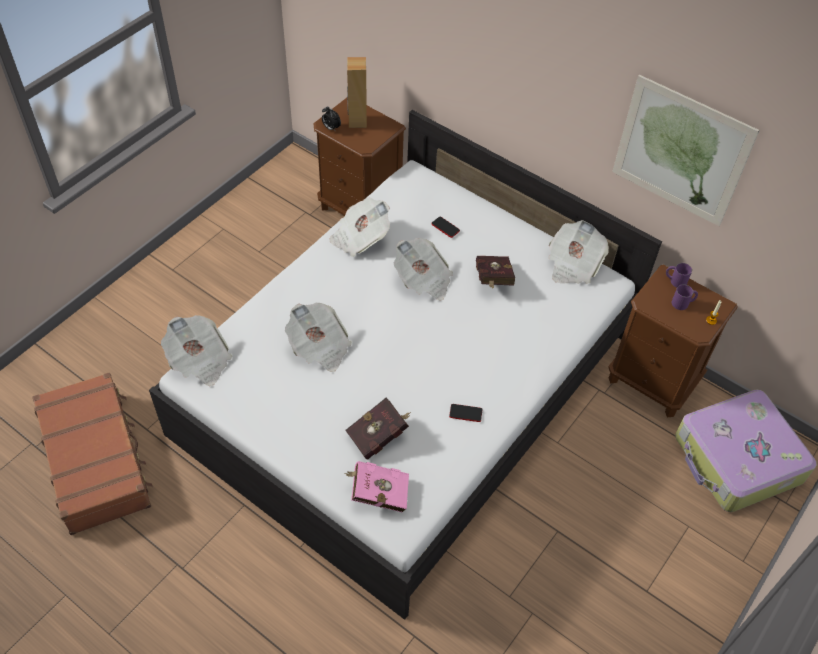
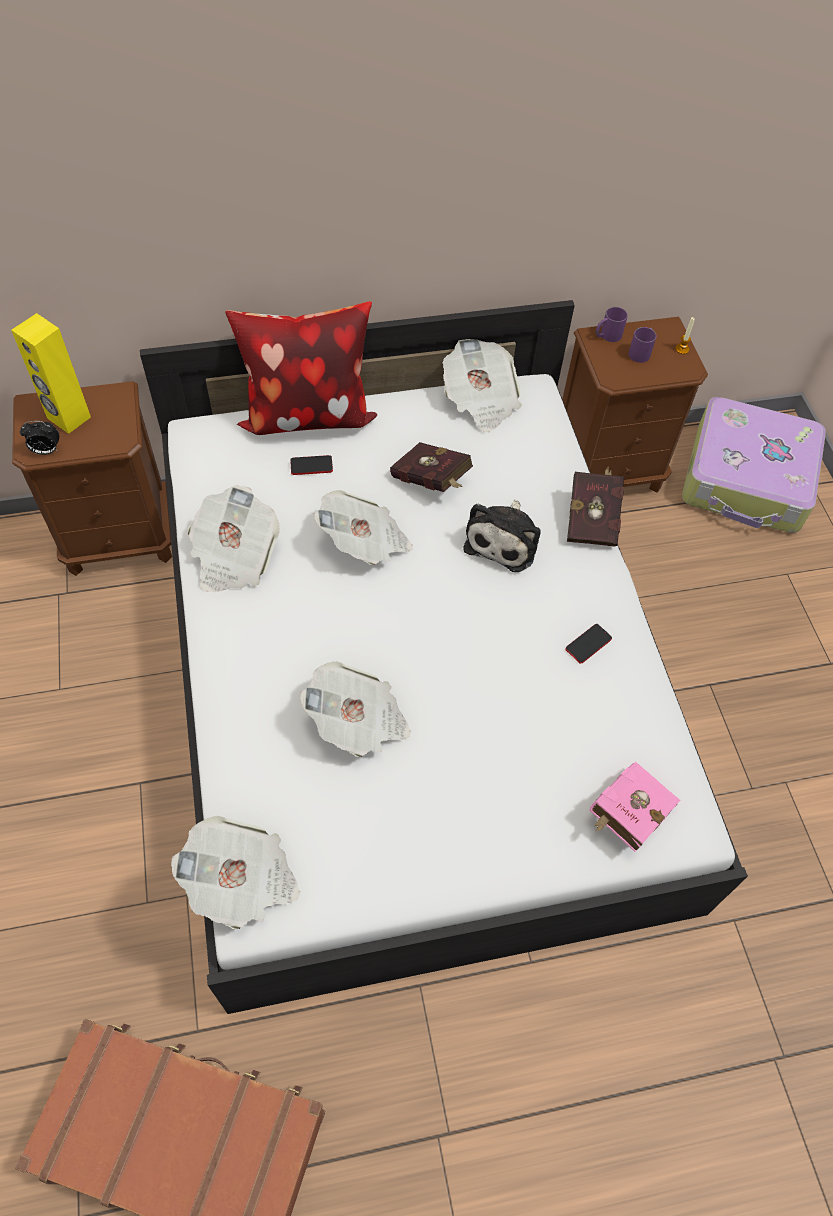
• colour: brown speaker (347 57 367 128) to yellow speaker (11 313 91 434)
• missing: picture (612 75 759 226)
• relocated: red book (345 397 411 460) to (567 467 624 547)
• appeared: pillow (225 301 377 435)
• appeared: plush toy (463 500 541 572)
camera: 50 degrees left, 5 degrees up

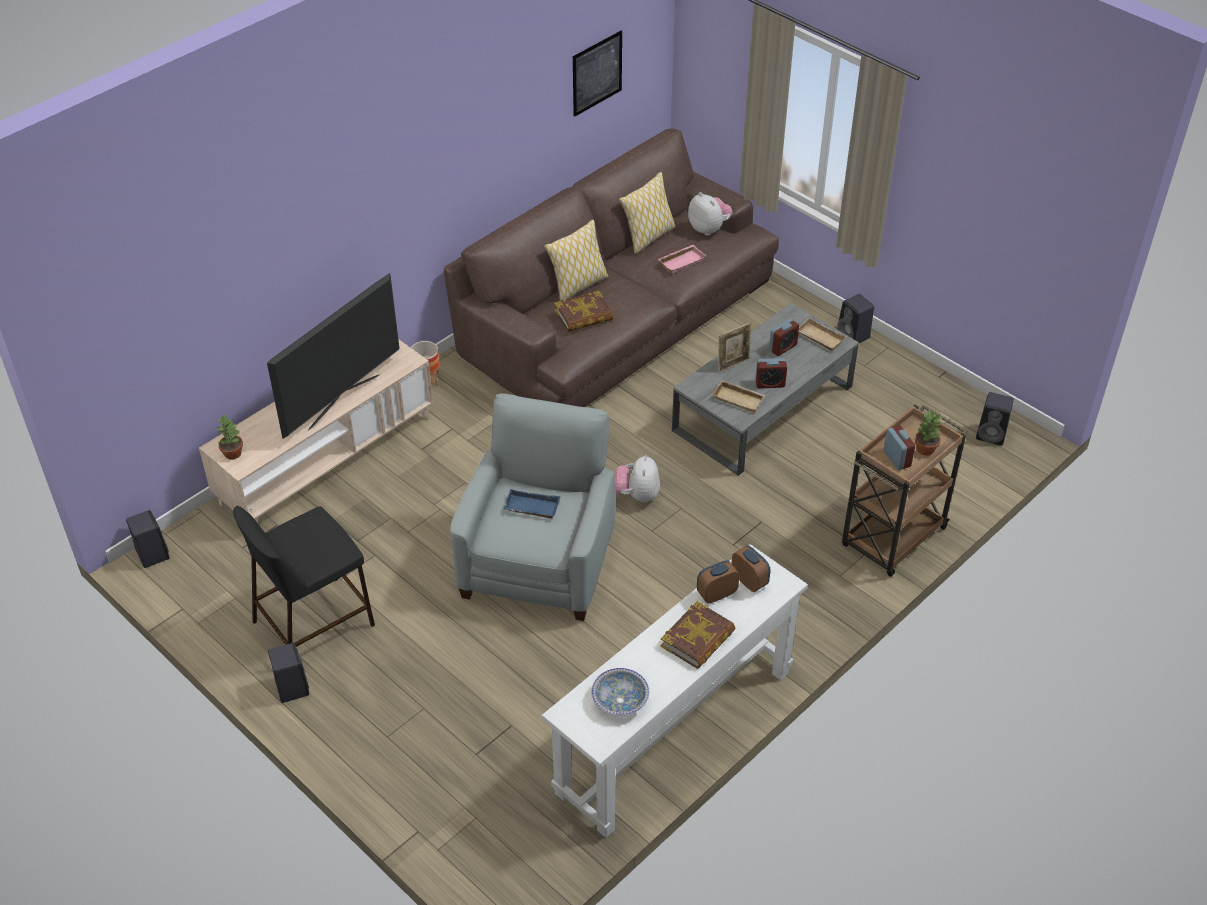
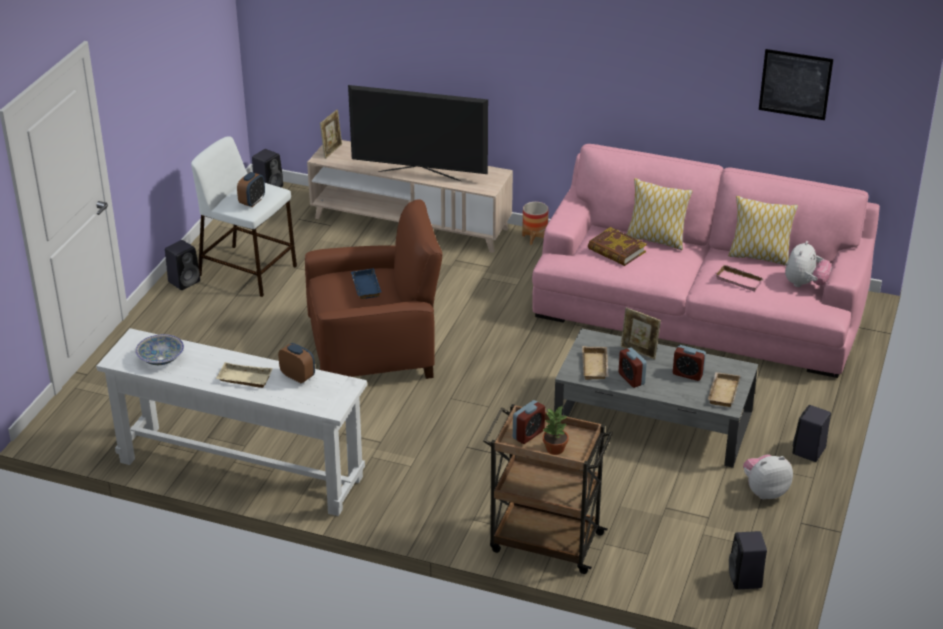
• colour: brown sofa (444 128 779 407) to pink sofa (532 144 880 378)
• colour: grey armchair (450 393 616 621) to brown armchair (305 199 442 379)
• exchanged: potted plant (216 415 243 460) to picture frame (320 109 342 159)
• relocated: plush toy (614 455 660 502) to (743 454 793 499)
• colour: black stool (233 506 375 647) to white stool (191 136 297 297)
• relocated: alarm clock (731 545 770 592) to (237 172 265 207)
• exchanged: book (660 601 736 669) to beige tray (216 362 273 388)
camera: 65 degrees right, 10 degrees down

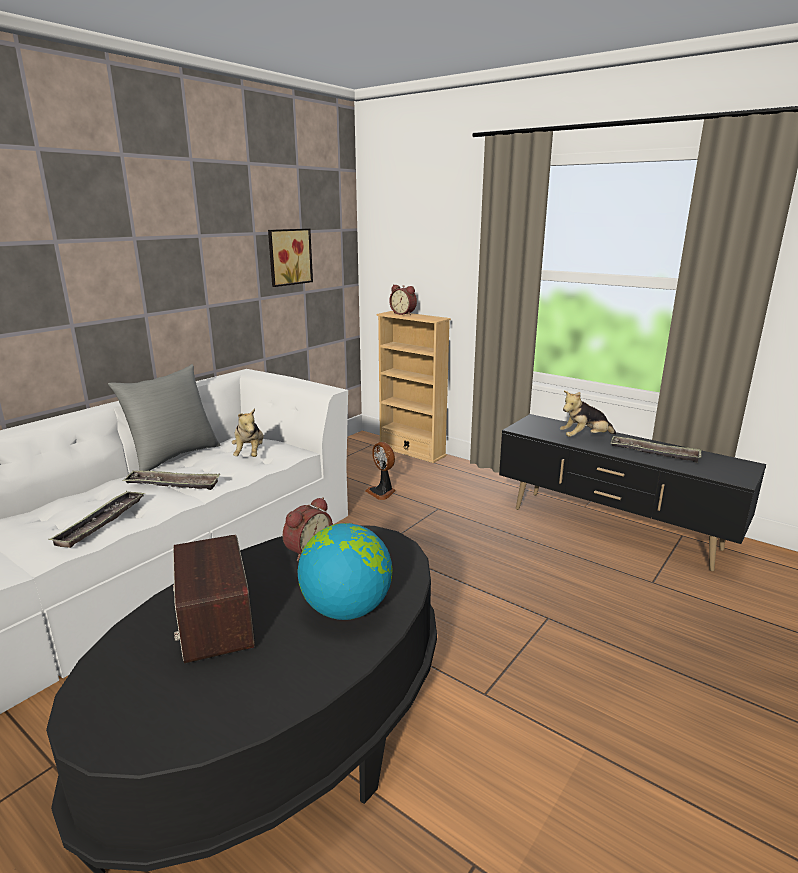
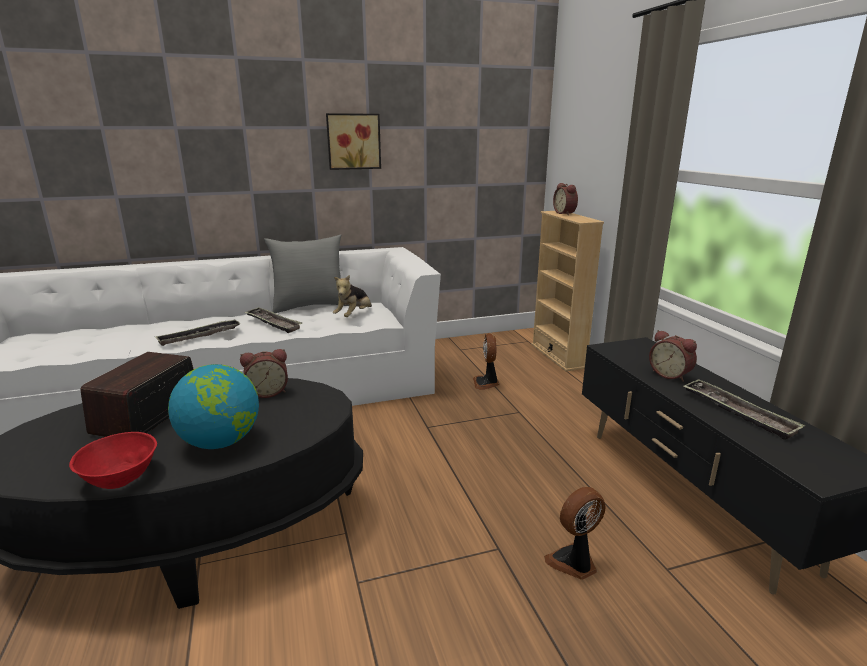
• relocated: picture (268 229 313 287) to (326 113 381 170)
• exchanged: plush toy (560 391 616 437) to alarm clock (649 330 697 382)
• appeared: red bowl (69 432 157 489)
• appeared: fan (544 487 606 580)
camera: 35 degrees right, 0 degrees up

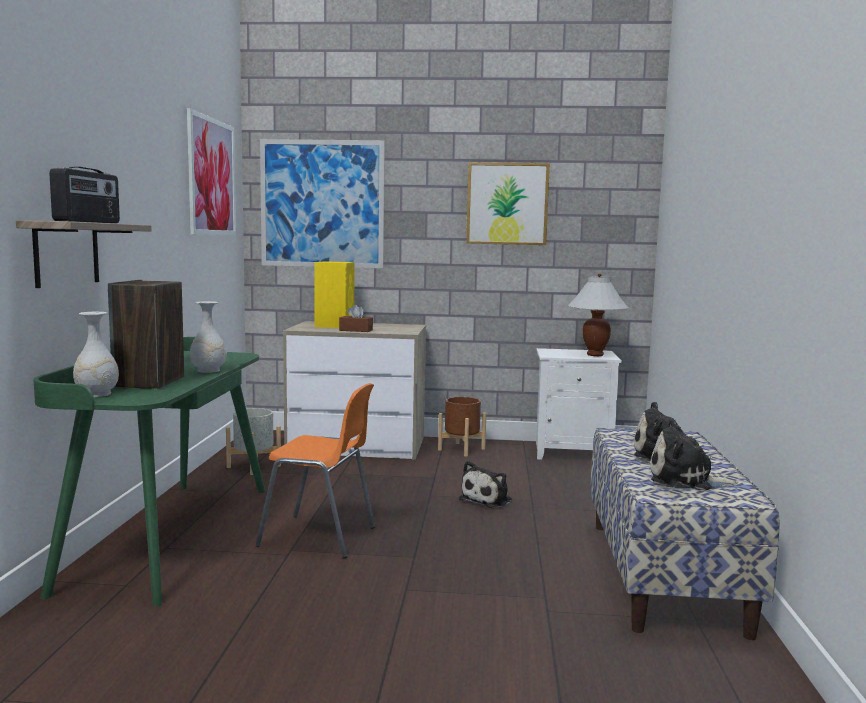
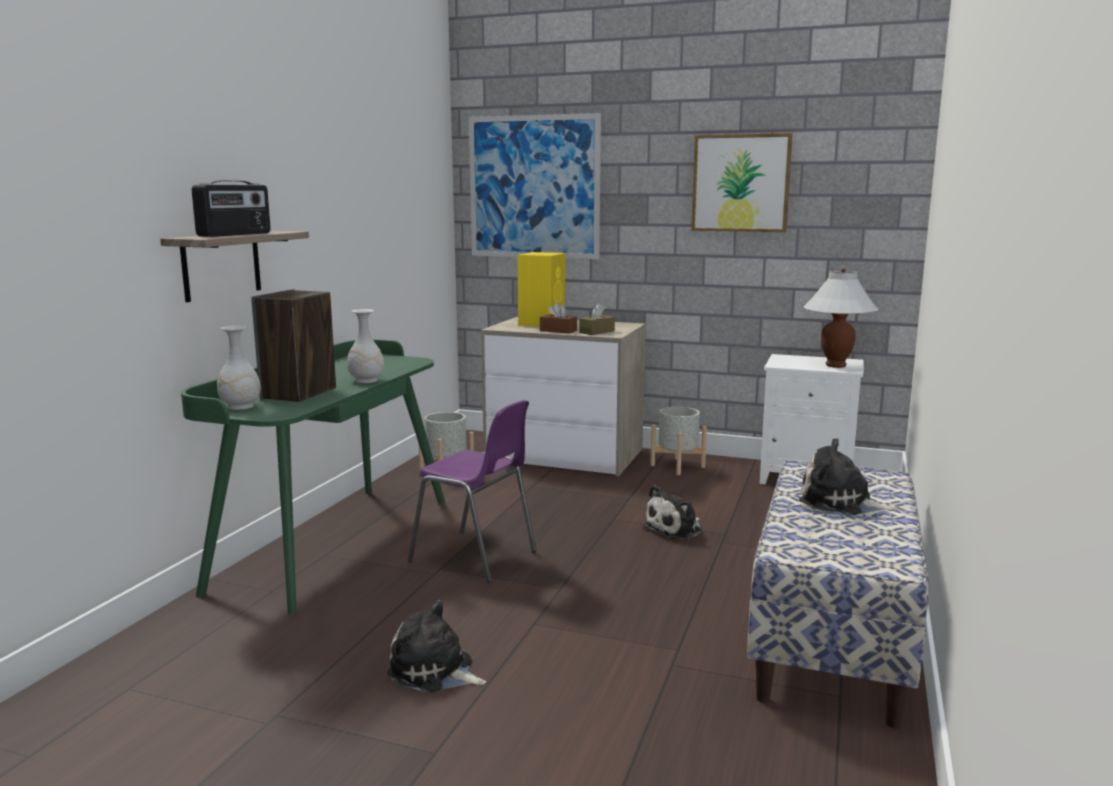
• missing: picture (187 108 236 236)
• colour: orange chair (255 383 375 558) to purple chair (408 400 536 583)
• colour: brown planter (438 397 486 457) to grey planter (650 407 707 475)
• relocated: plush toy (650 419 738 491) to (387 600 486 693)
• appeared: brown tissue box (579 303 615 335)
camera: 15 degrees right, 5 degrees up

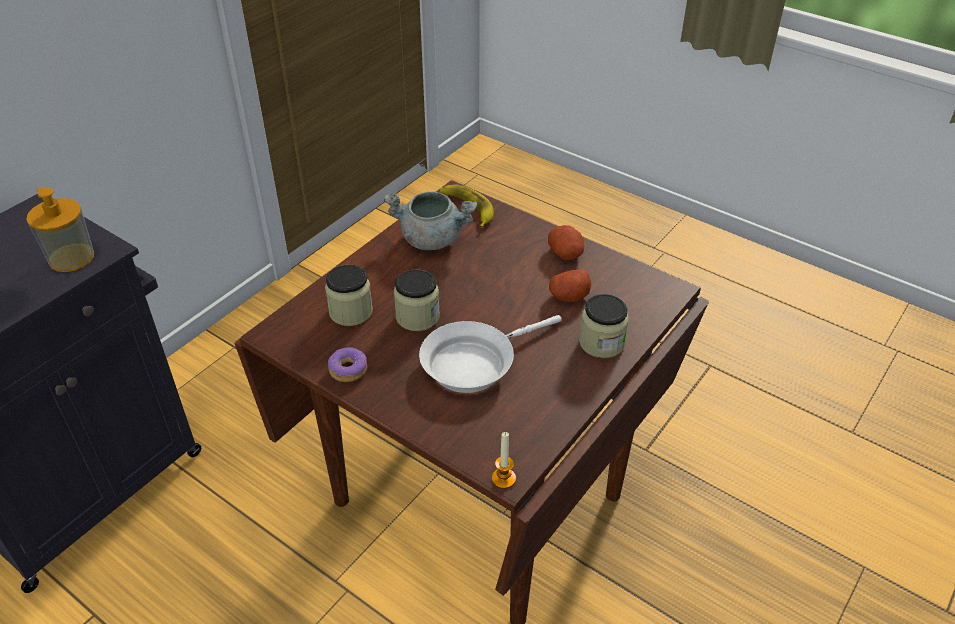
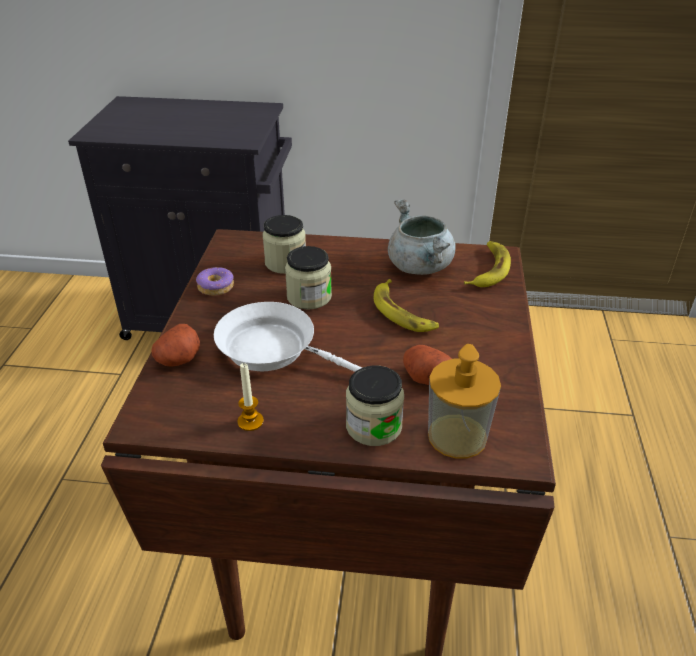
• relocated: soap dispenser (26 188 94 272) to (428 344 501 459)
• relocated: potato (548 225 584 260) to (151 324 200 367)
• relocated: candle (492 432 516 489) to (237 363 264 431)
• appeared: banana (374 279 439 332)
camera: 60 degrees right, 5 degrees down

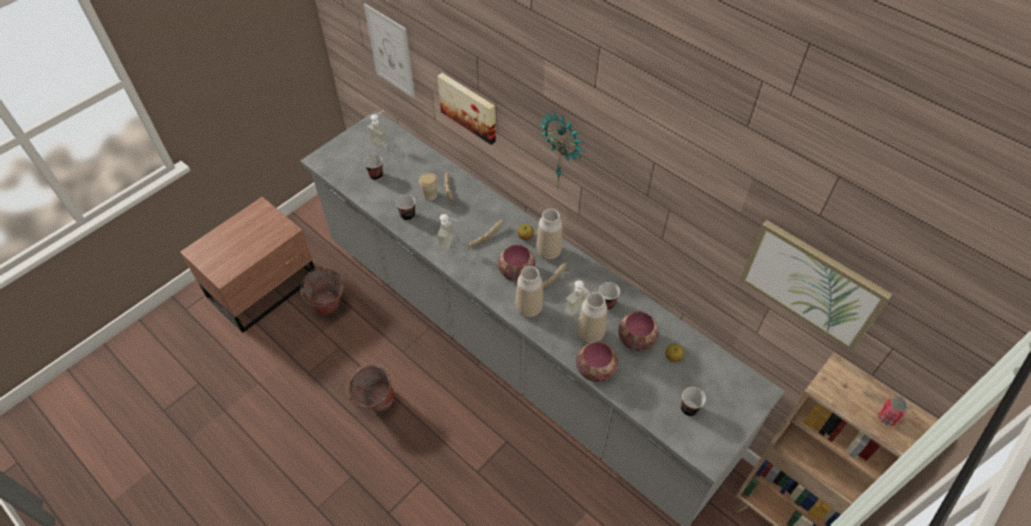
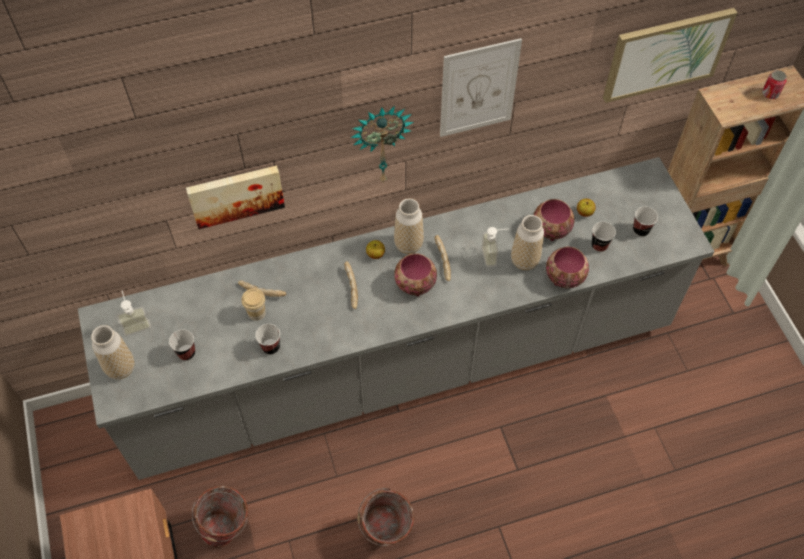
• relocated: picture (364 4 415 99) to (440 38 522 137)
• missing: soap dispenser (437 214 458 251)
• relocated: vase (515 266 543 317) to (91 325 134 379)
• relocated: cup (599 282 620 310) to (592 222 616 252)
camera: 60 degrees left, 5 degrees up

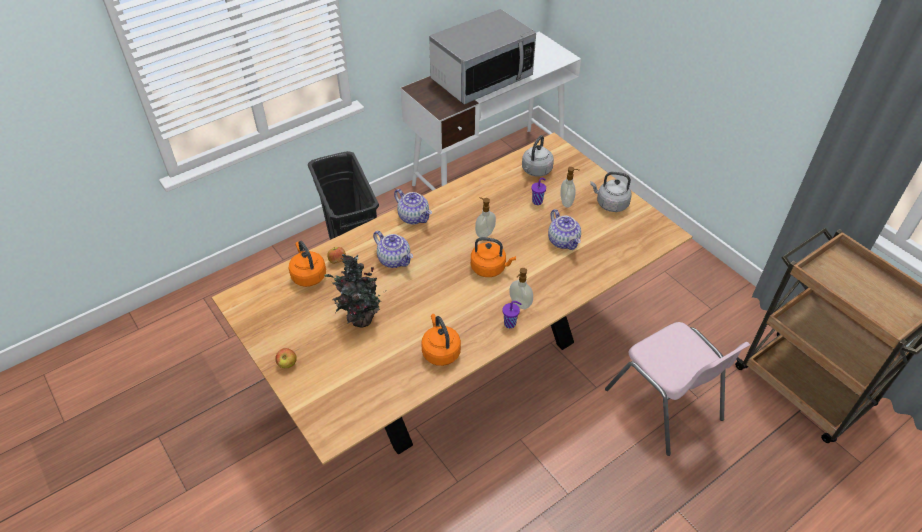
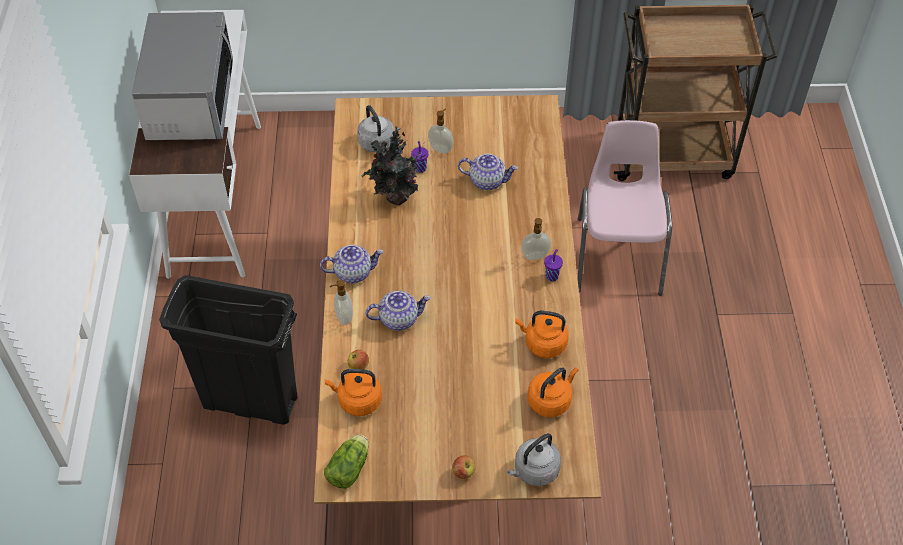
• relocated: grey kettle (590 172 632 212) to (507 433 561 486)
• relocated: soap dispenser (475 197 496 238) to (330 280 353 325)
• relocated: orange kettle (471 237 516 277) to (528 367 578 417)
• relocated: potted plant (324 254 381 327) to (361 126 425 205)
• spun: pink chair (605 322 750 456) = (577 120 672 295) 90 degrees counterclockwise
• appeared: lettuce (324 435 369 489)
camera: 55 degrees left, 5 degrees up

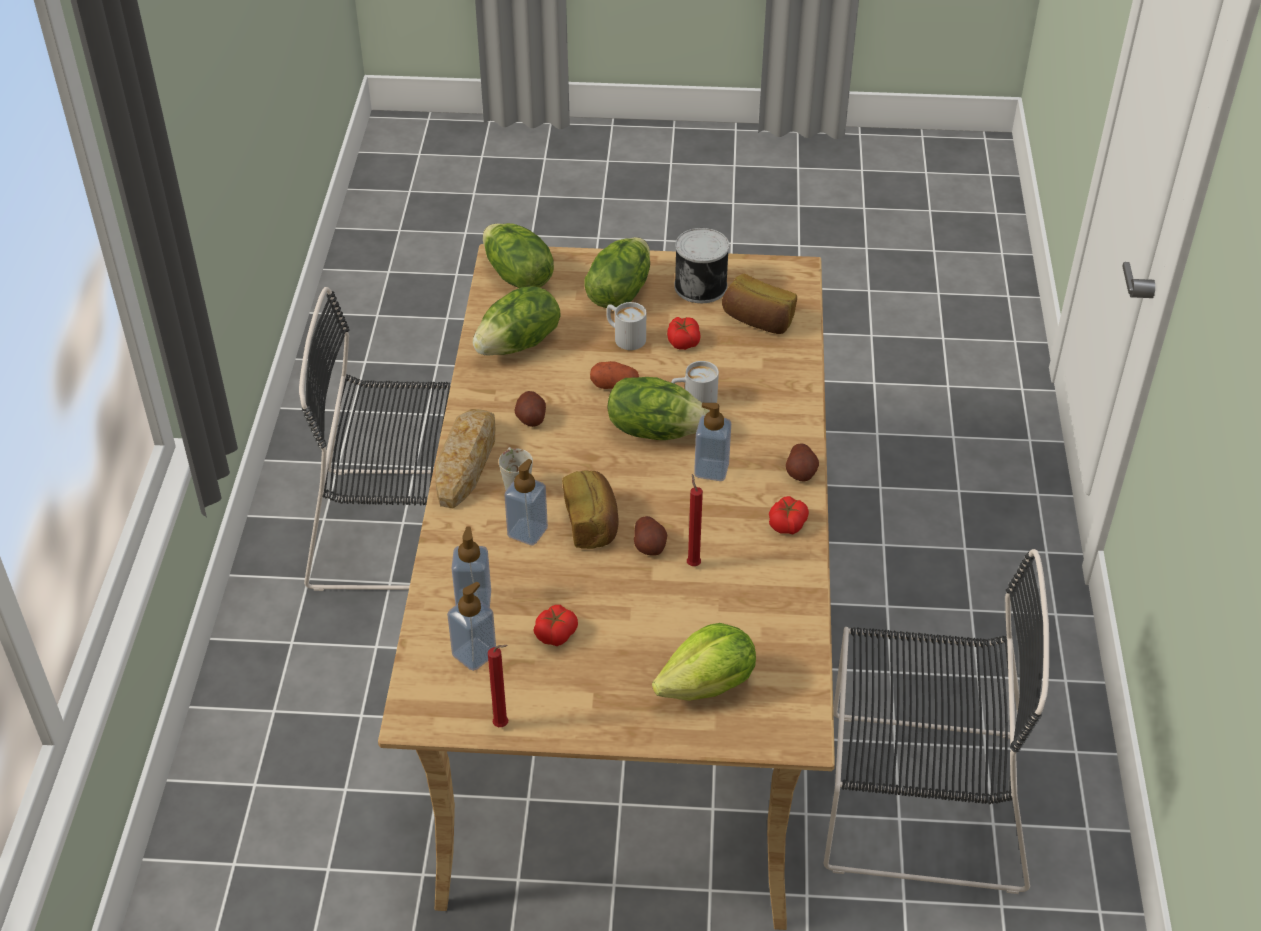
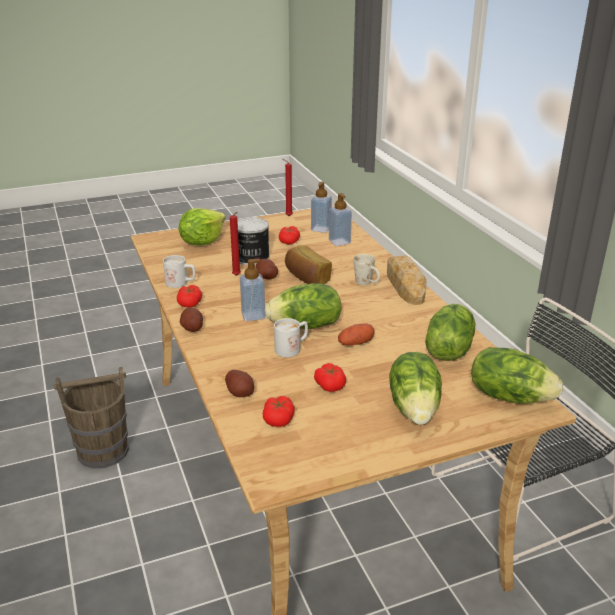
• relocated: can (674 228 729 303) to (237 217 270 265)
• exchanged: bread (722 274 797 334) to tomato (263 396 295 427)
• relocated: white mug (606 302 646 350) to (163 255 196 288)
• relocated: potato (514 391 546 427) to (225 370 254 397)
• missing: soap dispenser (504 459 548 545)
• exchanged: black chair (824 549 1049 894) to brown bucket (54 367 129 469)
camera: 155 degrees right, 15 degrees down

